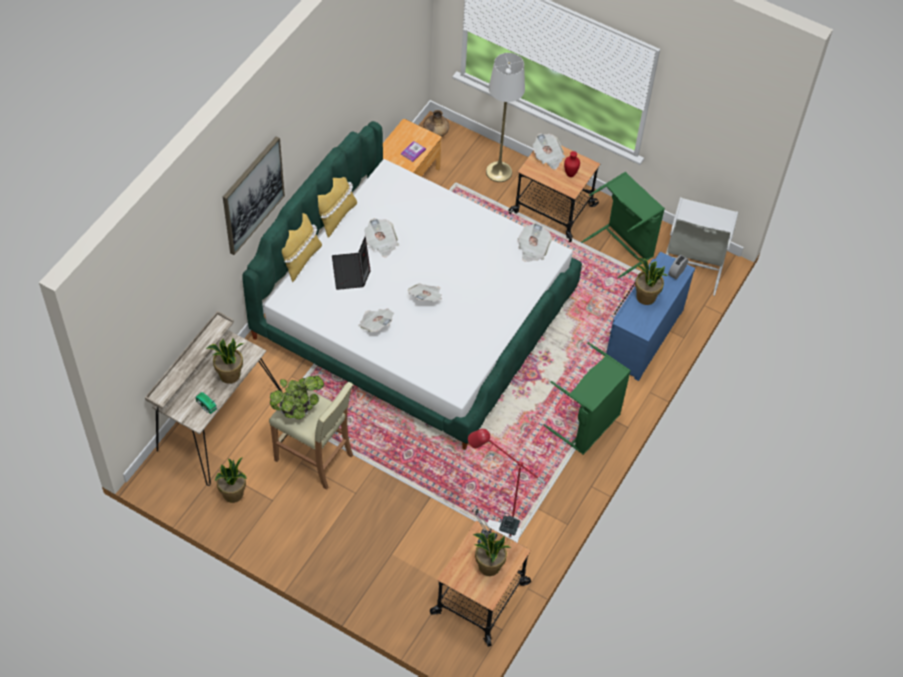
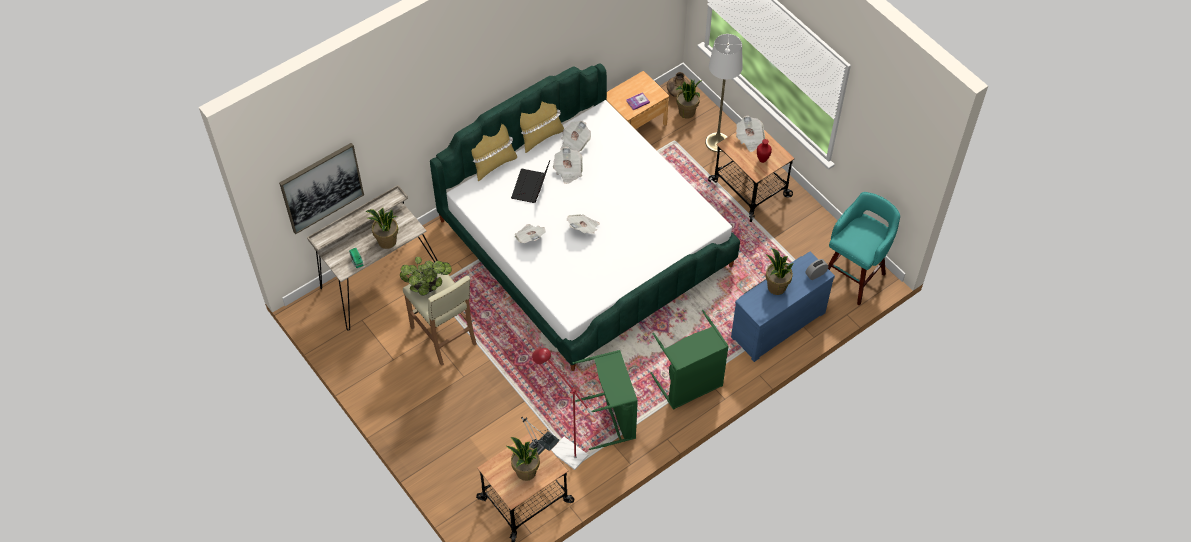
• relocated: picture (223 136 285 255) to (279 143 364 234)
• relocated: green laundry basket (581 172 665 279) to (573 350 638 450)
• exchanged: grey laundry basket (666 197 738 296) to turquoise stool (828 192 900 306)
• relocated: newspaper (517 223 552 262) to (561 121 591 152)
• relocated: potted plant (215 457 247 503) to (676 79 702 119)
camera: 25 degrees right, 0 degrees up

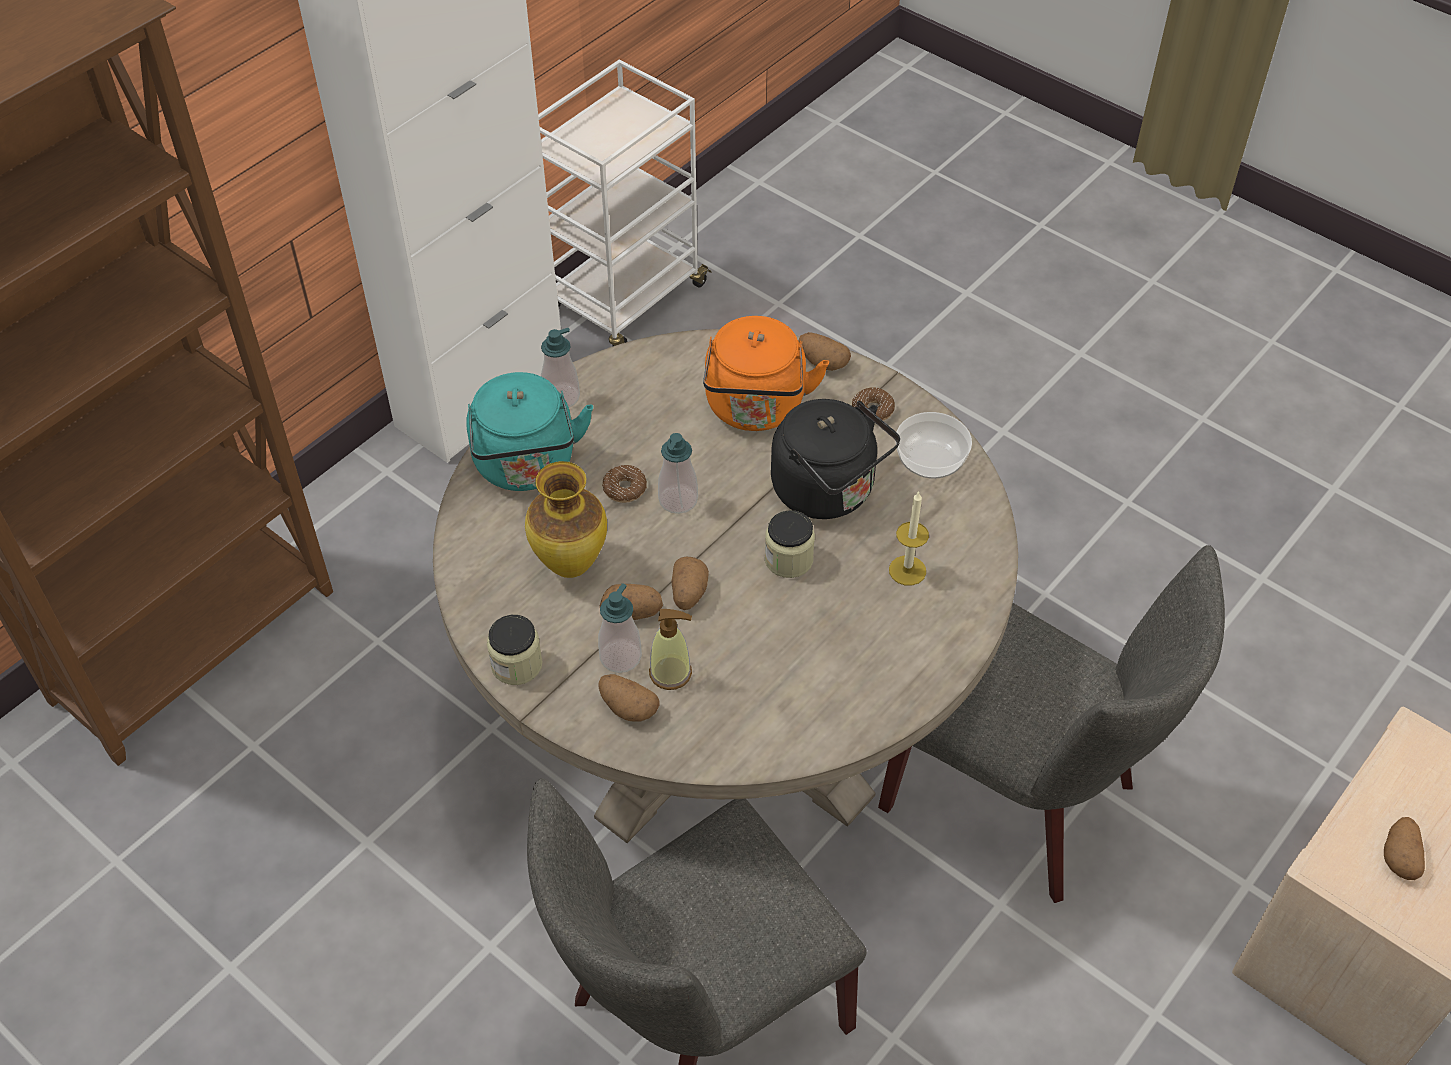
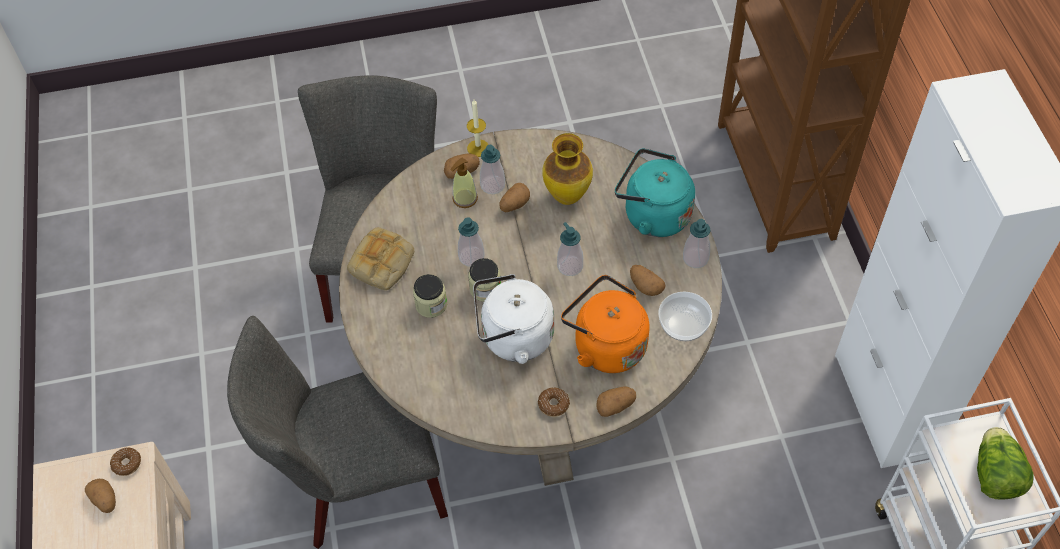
• colour: black kettle (771 399 900 519) to white kettle (473 274 554 364)
• relocated: bowl (895 412 972 479) to (658 292 712 341)
• relocated: donut (602 465 647 503) to (110 447 141 476)
• relocated: candle (889 491 929 586) to (467 100 489 157)
• relocated: potato (672 557 709 610) to (630 265 666 296)
• relocated: jar (487 615 543 685) to (413 274 447 318)
• appeared: soap dispenser (458 217 485 267)
• appeared: bread (347 228 414 290)
• appeared: lettuce (977 427 1034 500)
camera: 130 degrees right, 5 degrees up

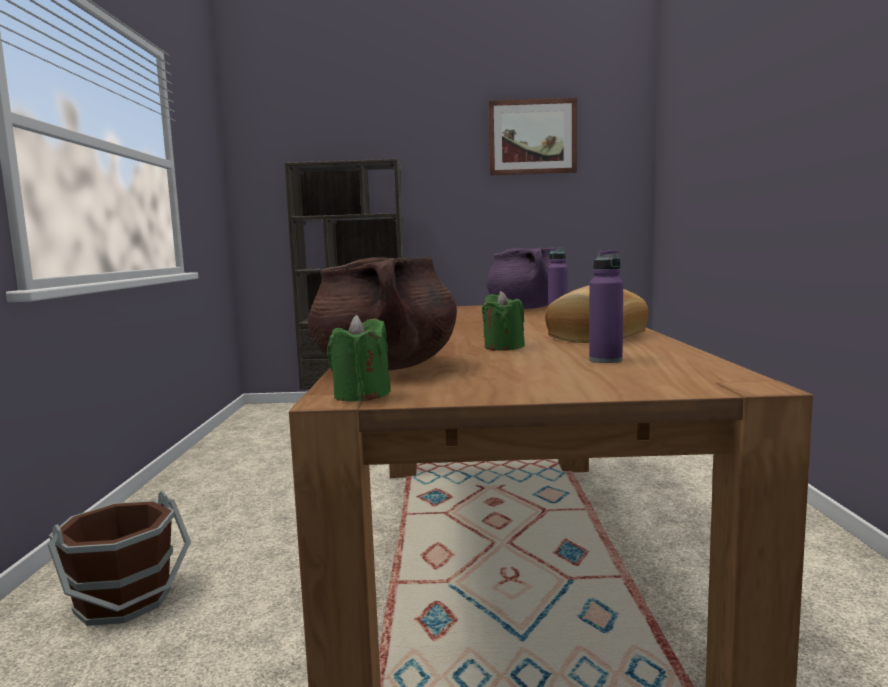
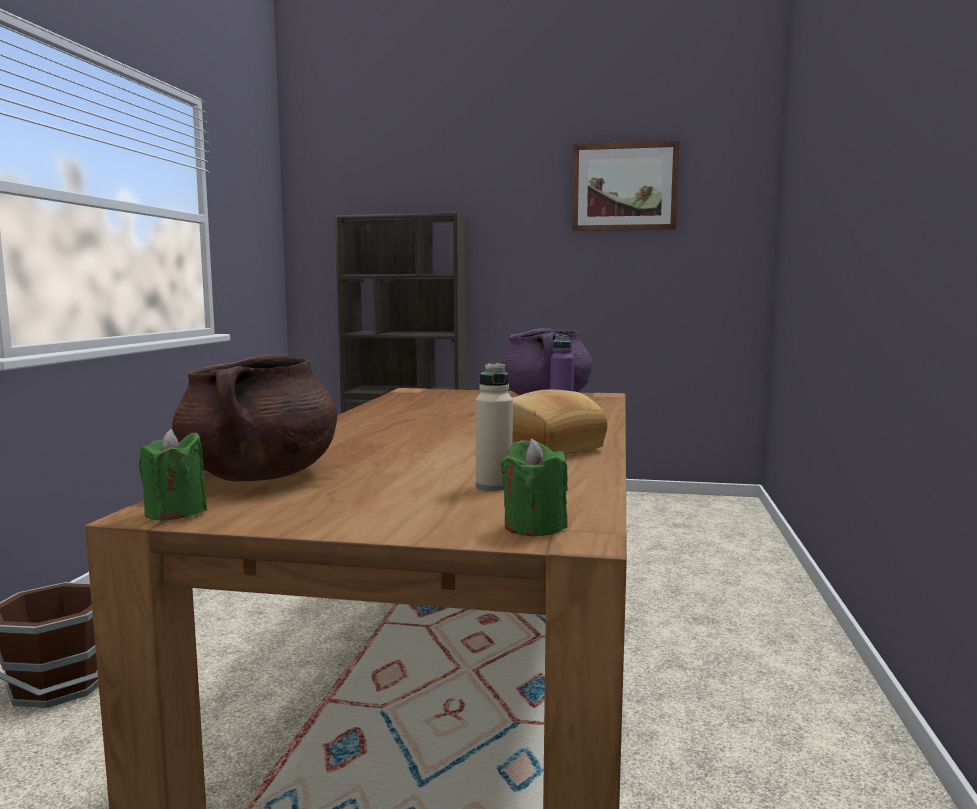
• colour: purple bottle (589 250 623 363) to beige bottle (476 363 513 491)
• relocated: green candle (482 291 525 351) to (501 439 568 536)
camera: 10 degrees right, 0 degrees up

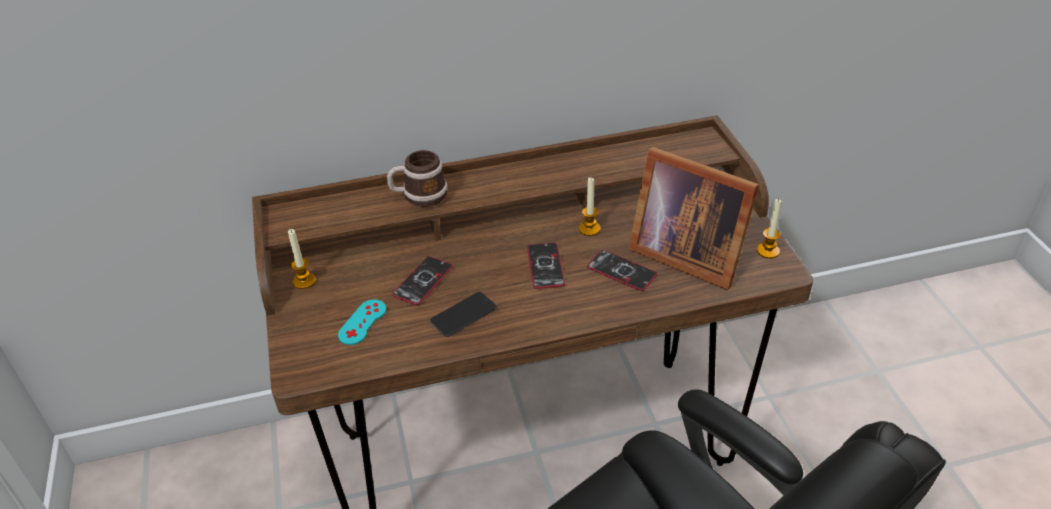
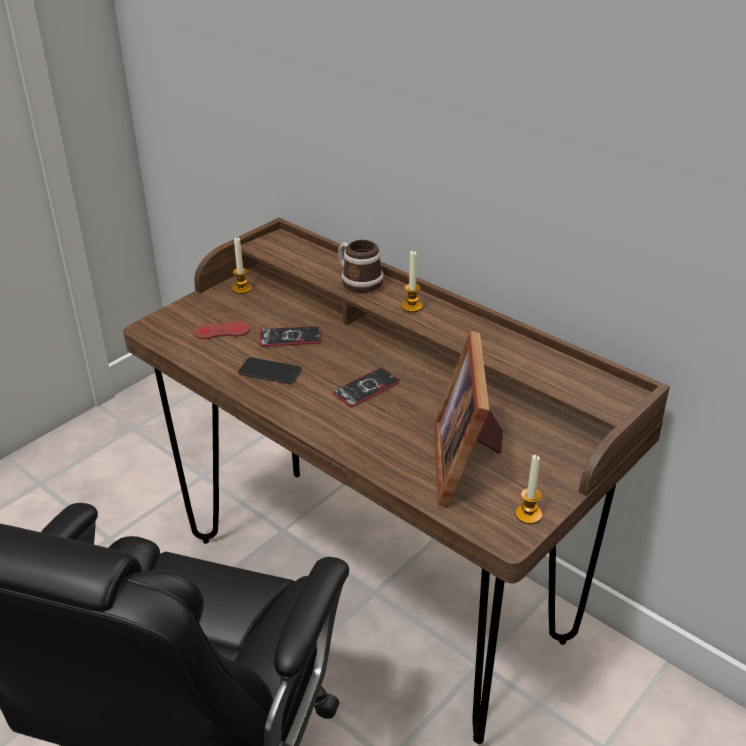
• relocated: candle (579 177 601 236) to (401 250 423 312)
• missing: phone (587 250 657 291)
• colour: turquoise game controller (338 299 386 345) to red game controller (194 322 250 339)
camera: 55 degrees right, 5 degrees down

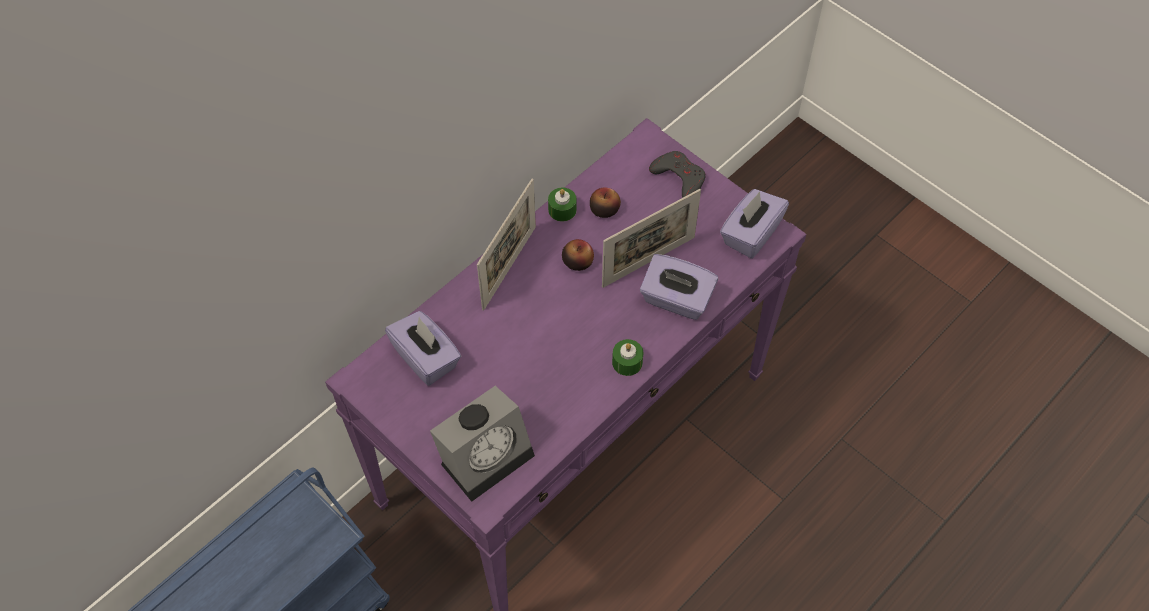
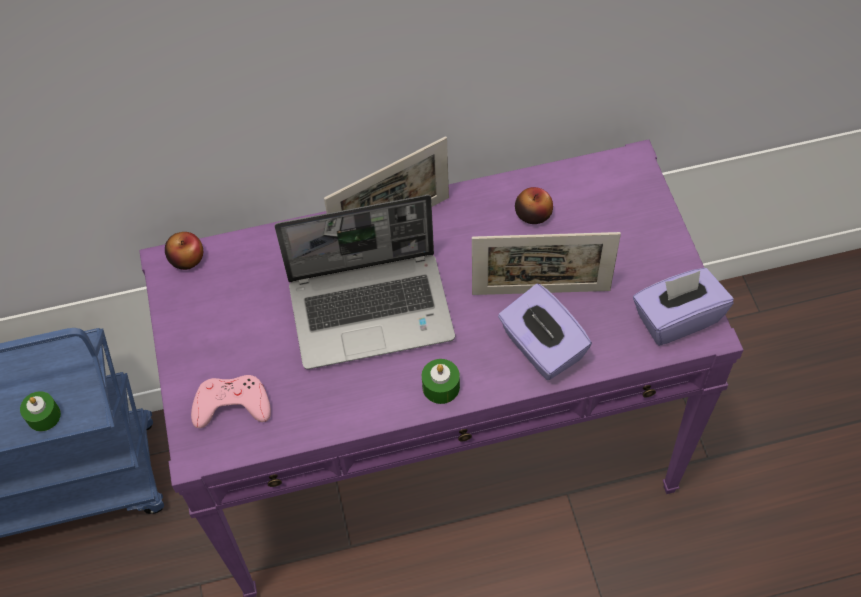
• missing: grey game controller (649 151 705 198)
• relocated: green candle (548 188 577 222) to (20 391 61 431)
• relocated: apple (562 239 594 271) to (165 232 203 270)
• missing: purple tissue box (385 311 461 386)
• exchanged: alarm clock (430 386 535 502) to pink game controller (191 375 271 428)
• appeared: laptop (275 195 455 369)
camera: 35 degrees right, 0 degrees up

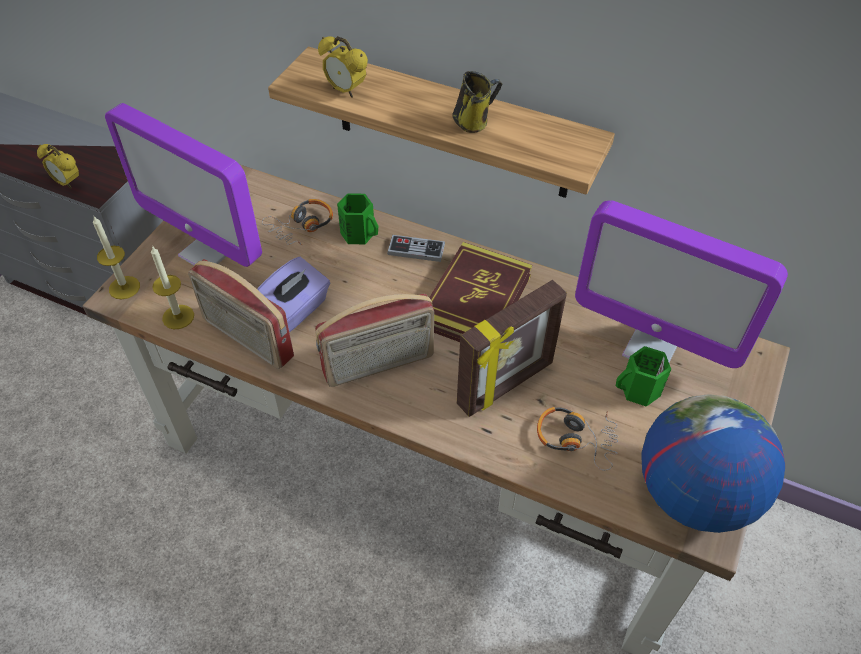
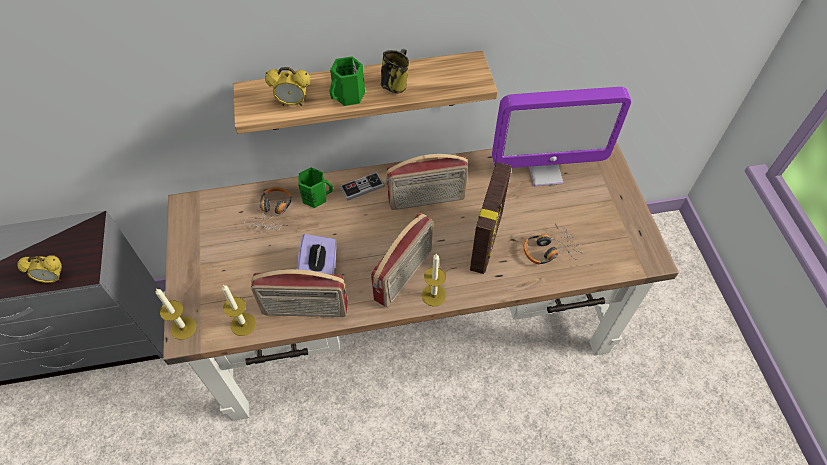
• missing: monitor (105 103 262 267)
• exchanged: book (429 242 532 342) to radio (386 154 468 210)
• relocated: green mug (616 346 671 407) to (329 57 365 106)
• missing: globe (641 395 785 533)
• appeared: candle (422 253 446 306)
camera: 35 degrees left, 5 degrees up

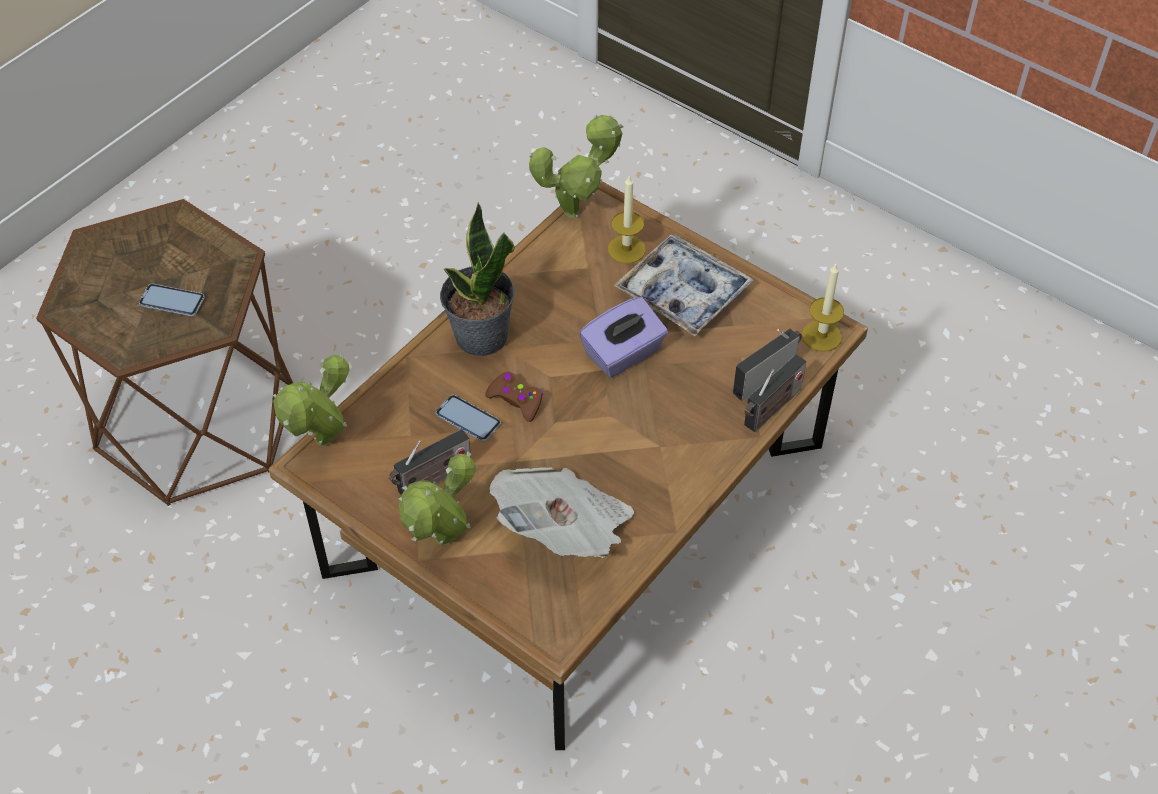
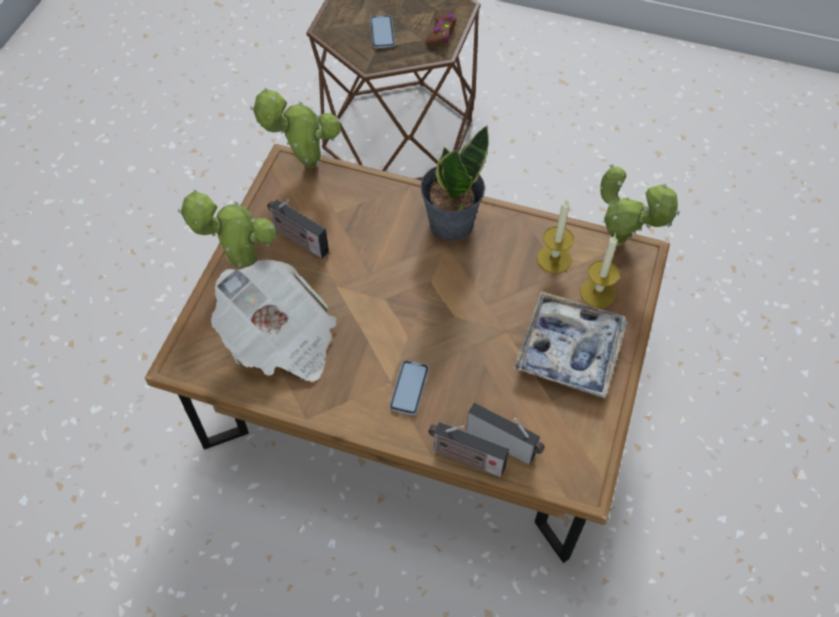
• relocated: candle (802 264 844 352) to (537 199 574 273)
• missing: purple tissue box (579 297 668 377)
• relocated: brown game controller (485 372 543 422) to (425 14 457 46)
• relocated: phone (436 395 501 442) to (389 360 429 415)
camera: 70 degrees right, 5 degrees up

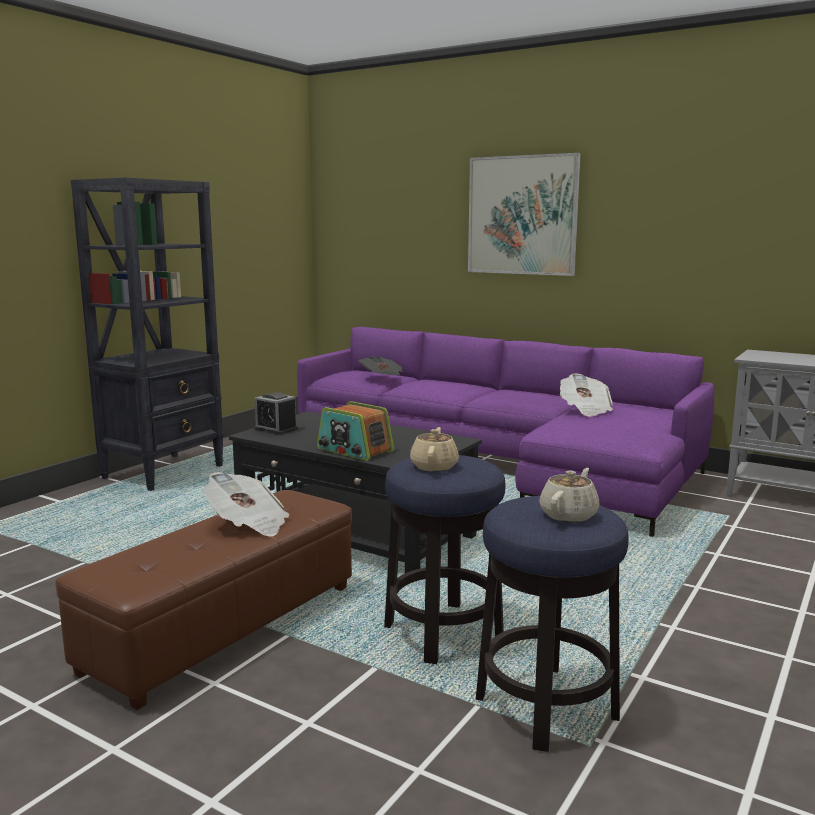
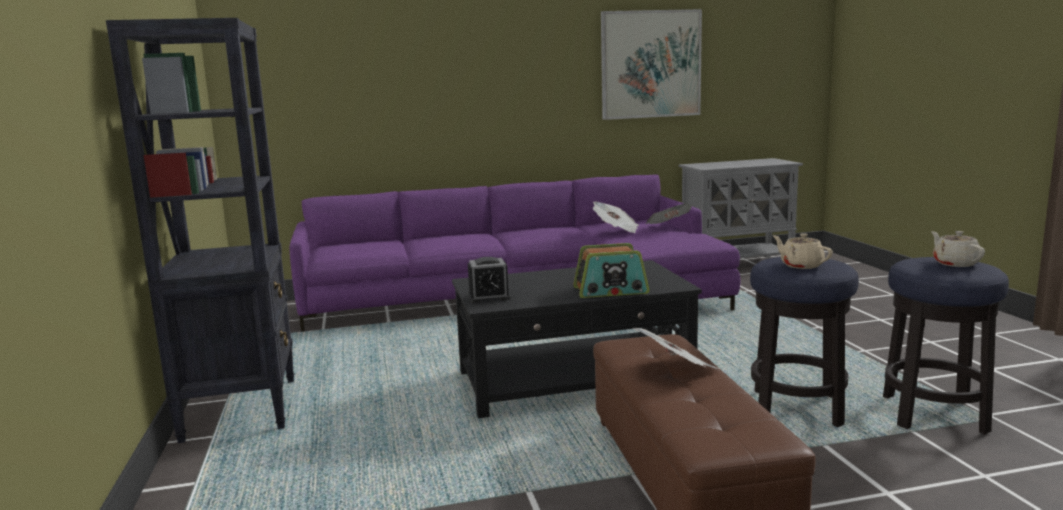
• relocated: picture (468 153 581 276) to (601 9 702 120)
• relocated: newspaper (358 357 403 375) to (645 203 693 224)
camera: 45 degrees left, 0 degrees up

